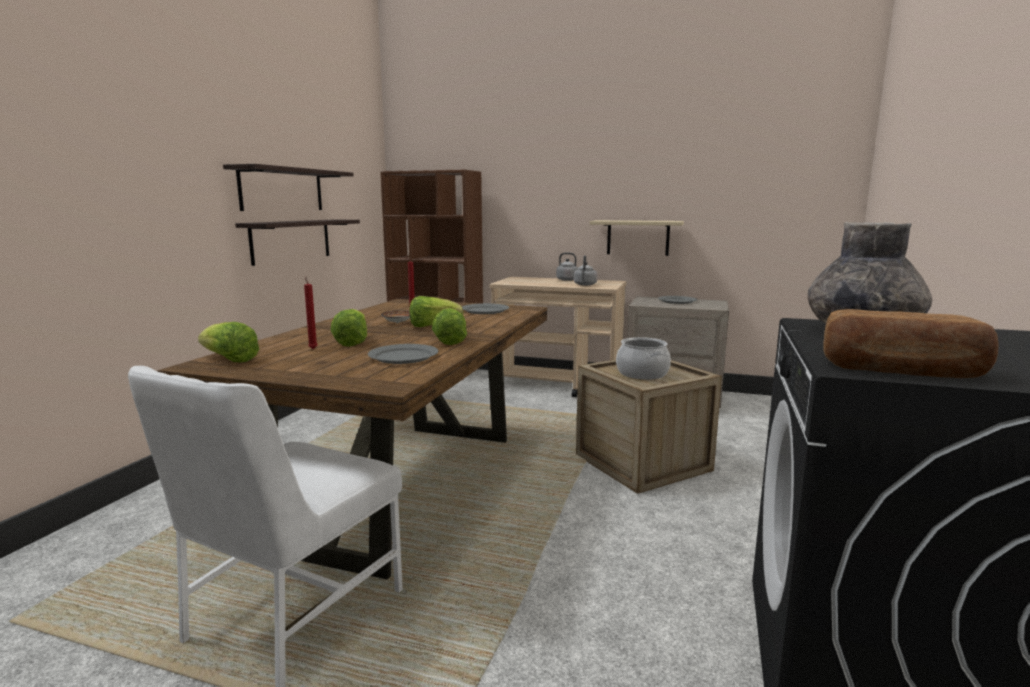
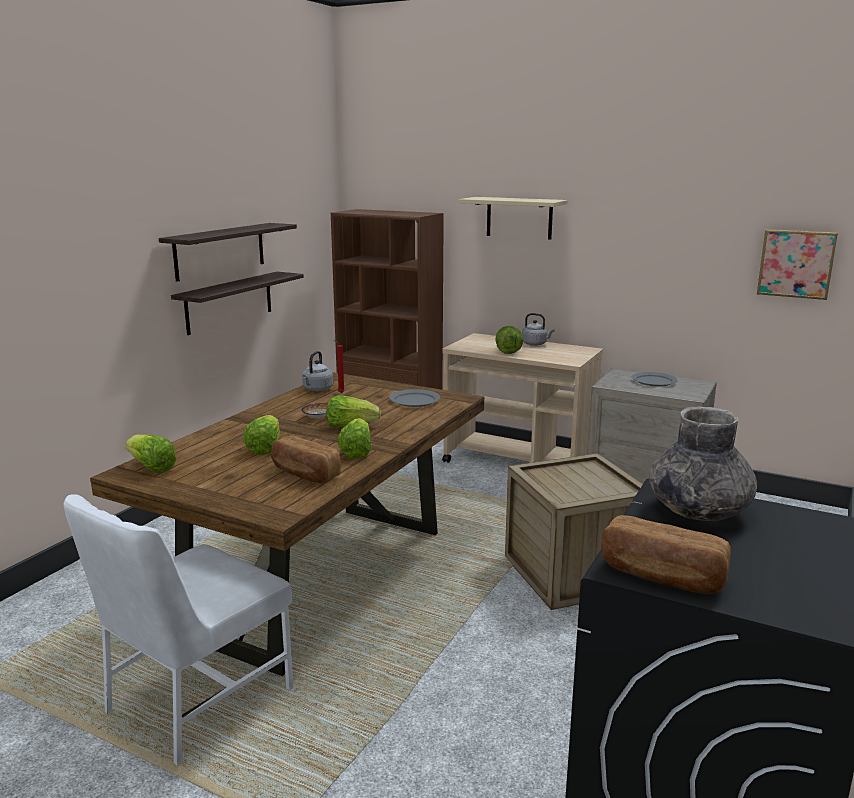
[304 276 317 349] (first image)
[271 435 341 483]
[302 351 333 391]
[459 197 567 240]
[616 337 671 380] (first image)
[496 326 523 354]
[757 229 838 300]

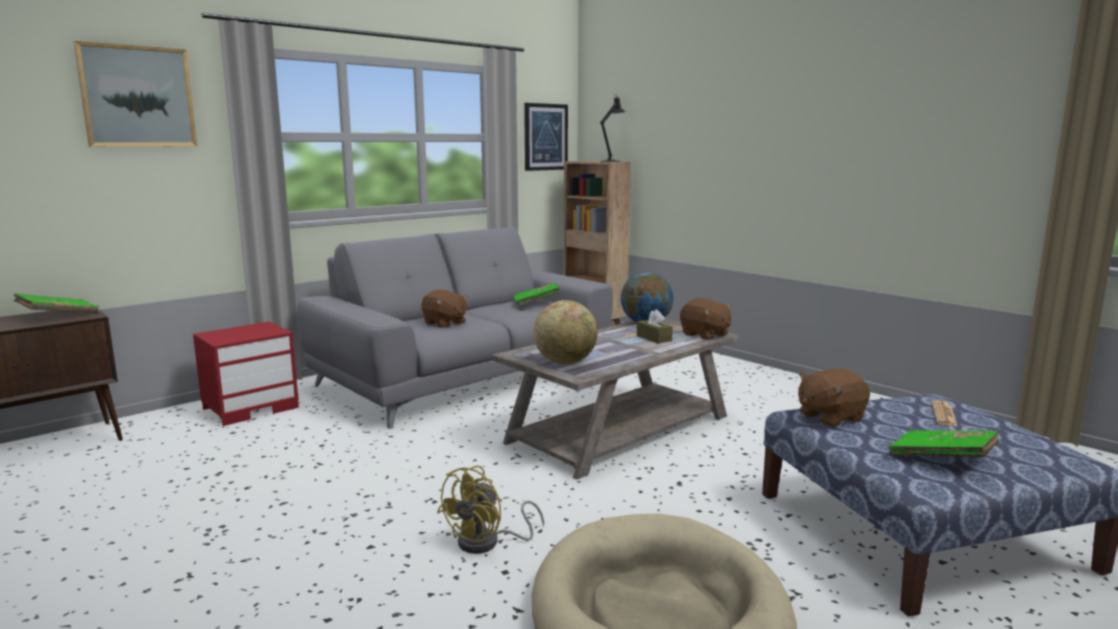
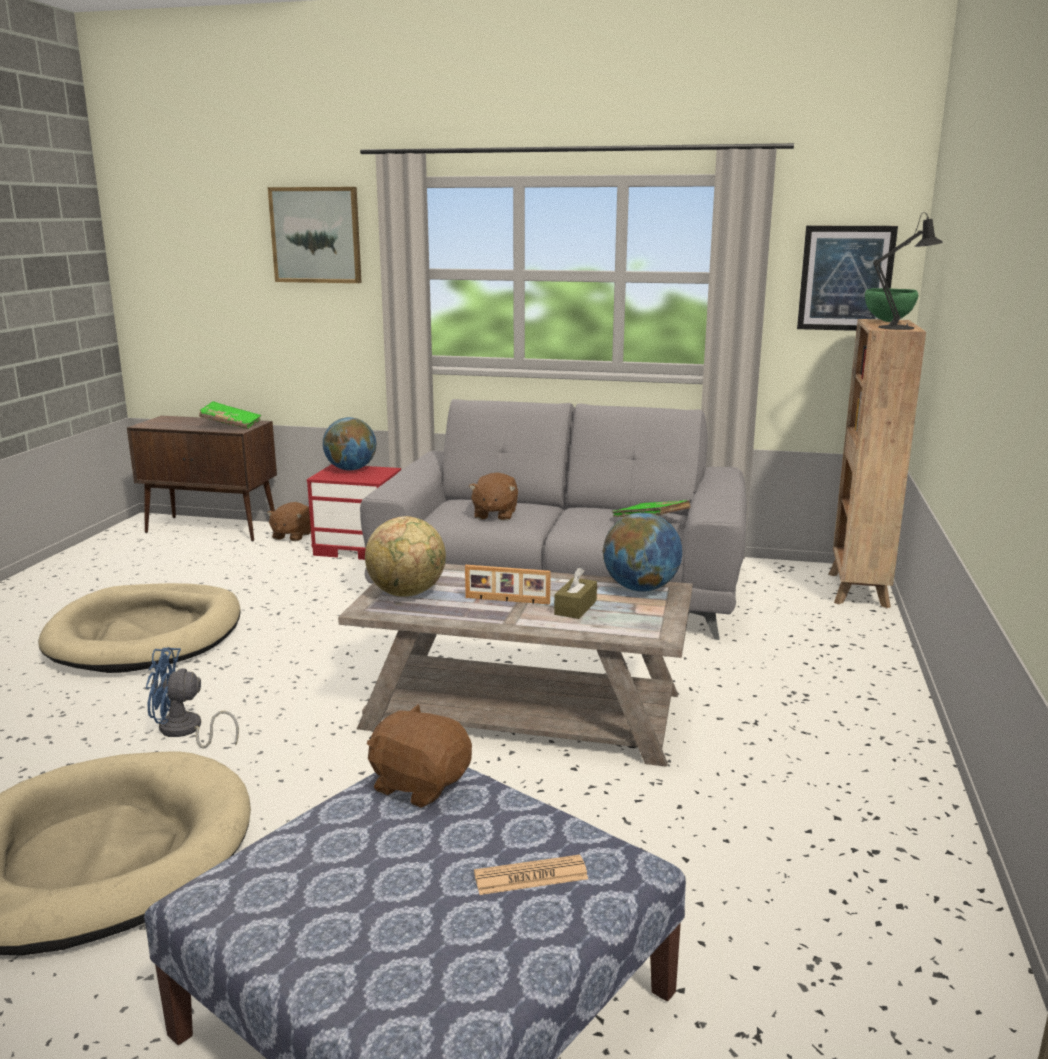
[146 647 239 748]
[267 502 311 541]
[888 430 999 458] (first image)
[38 583 240 673]
[323 417 376 471]
[465 565 551 605]
[865 288 918 322]

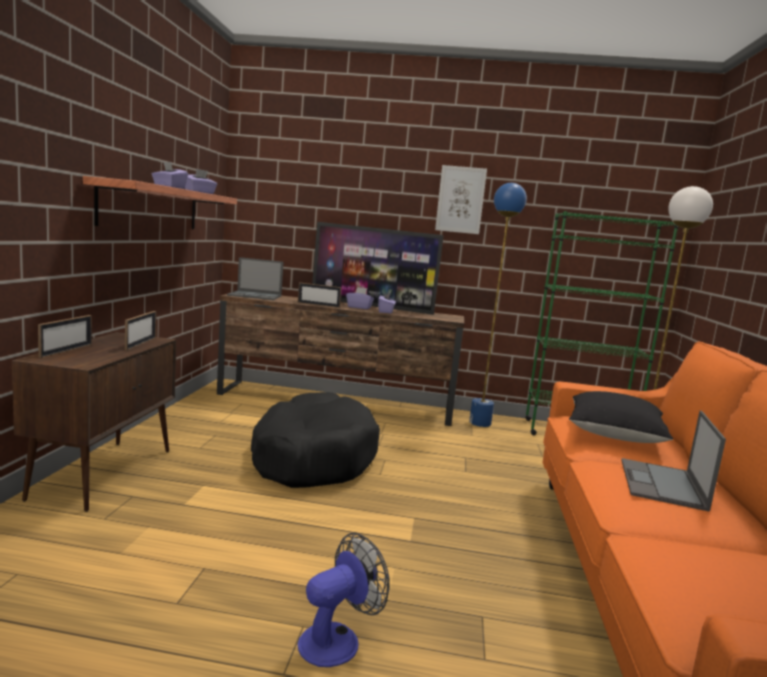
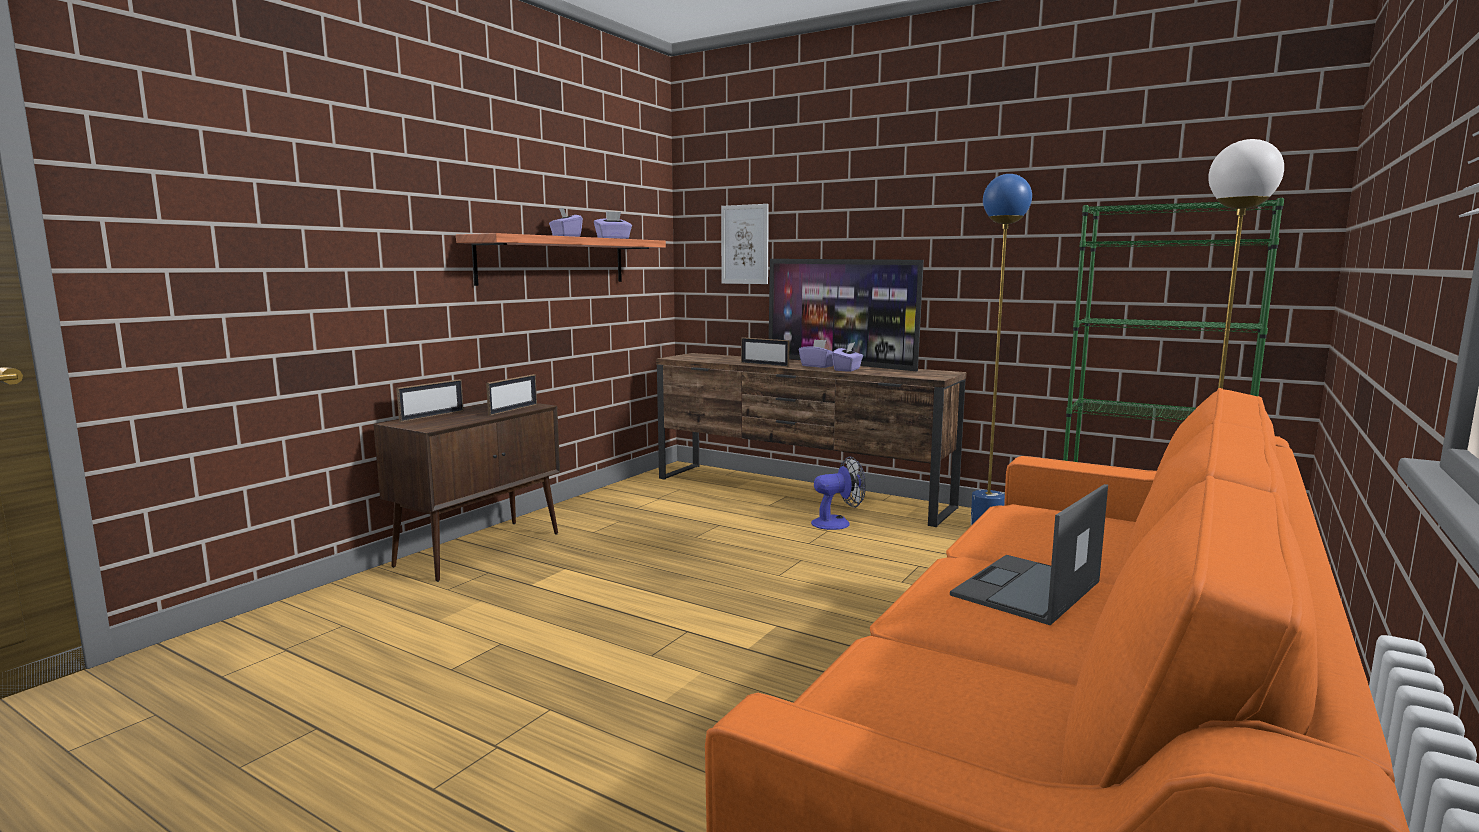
[227 257 283 300] (first image)
[251 392 380 488] (first image)
[811 456 866 530]
[721 204 769 284]
[569 391 673 443] (first image)

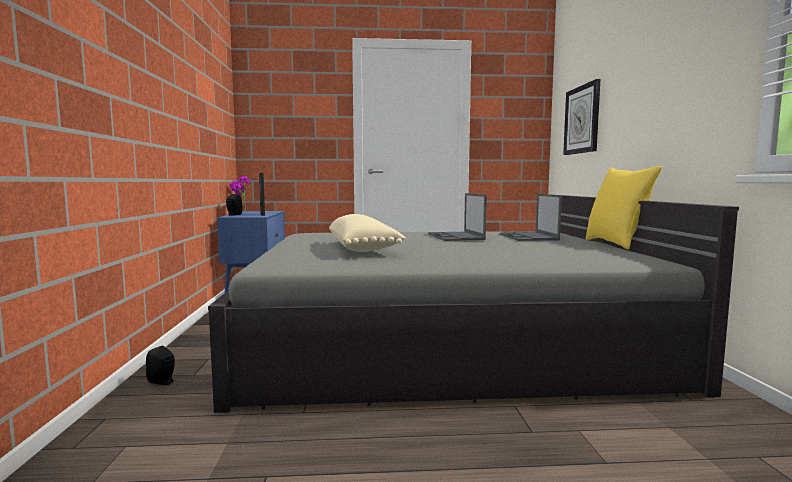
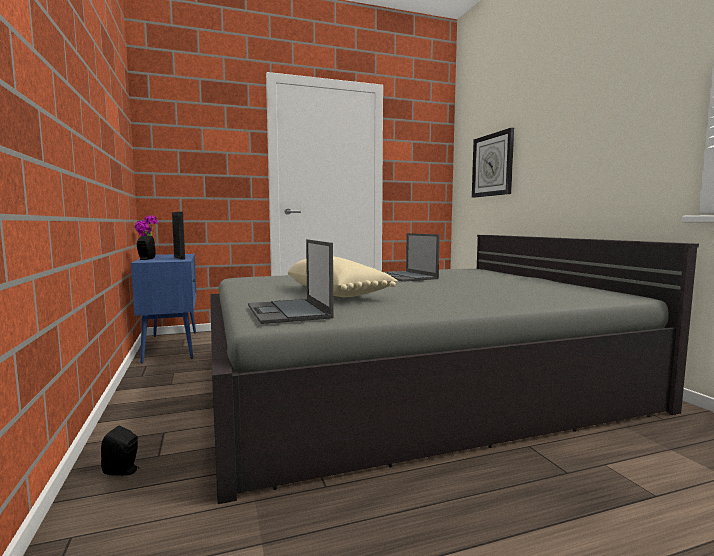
[248 239 334 324]
[586 166 662 249] (first image)

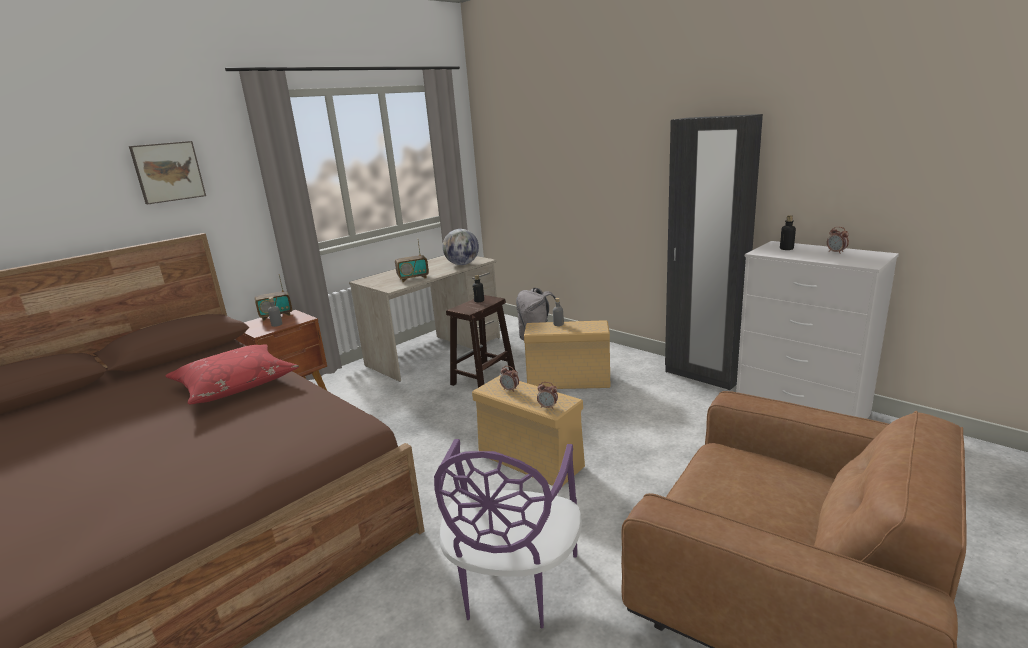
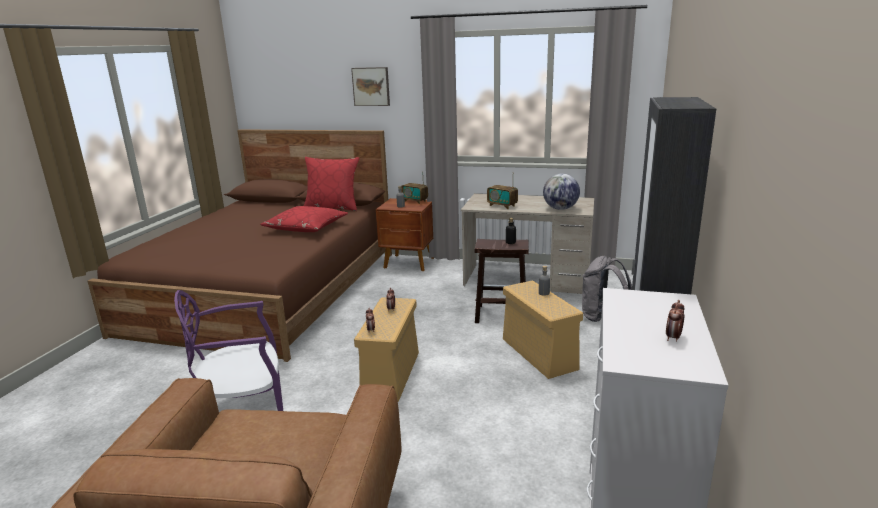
[780 215 796 250] (first image)
[303 157 359 211]

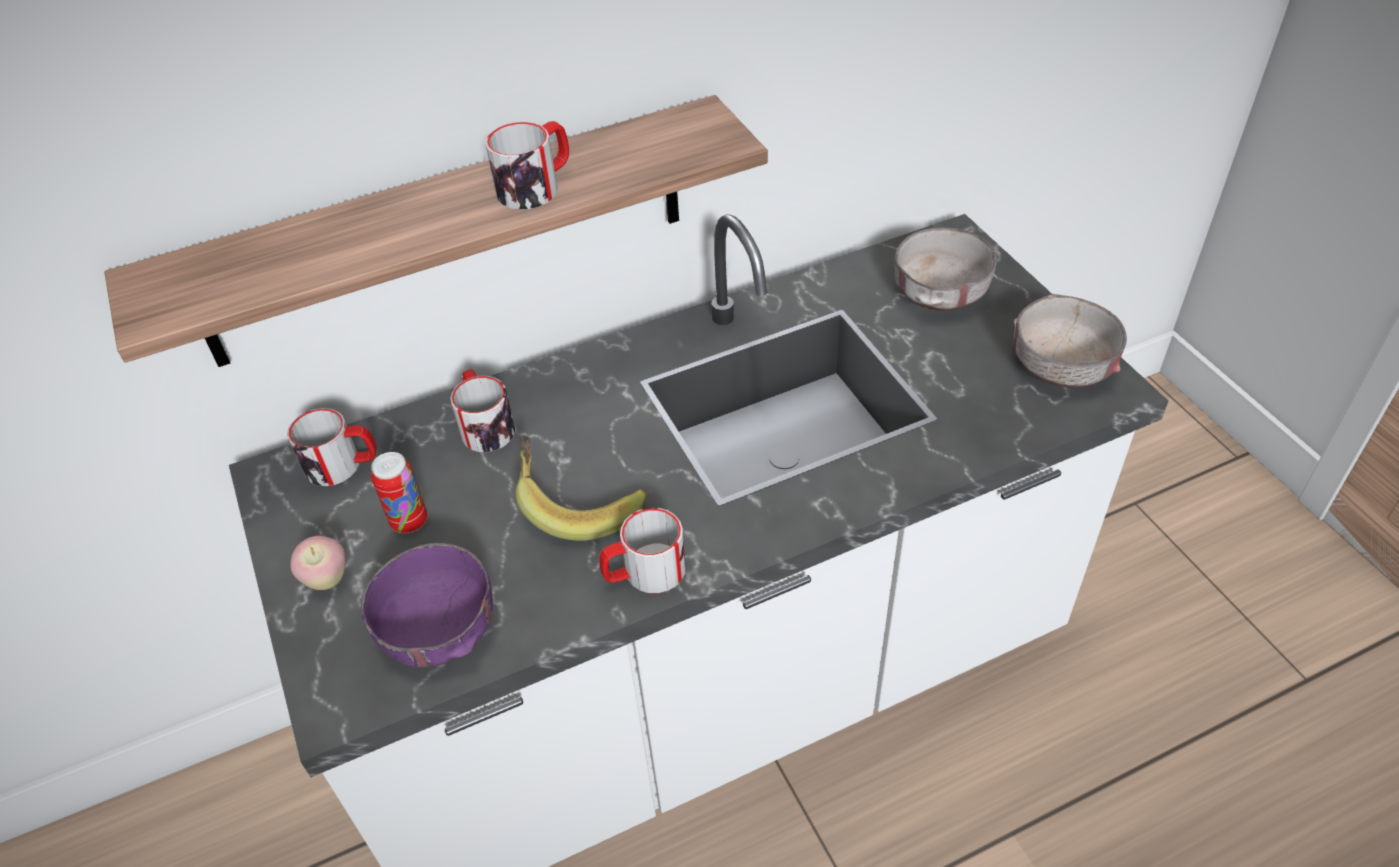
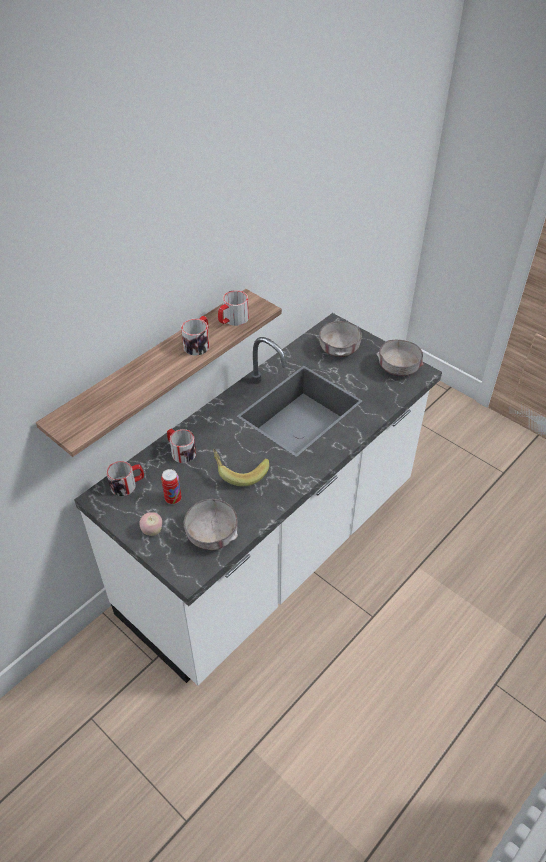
[184 499 238 550]
[218 290 249 326]

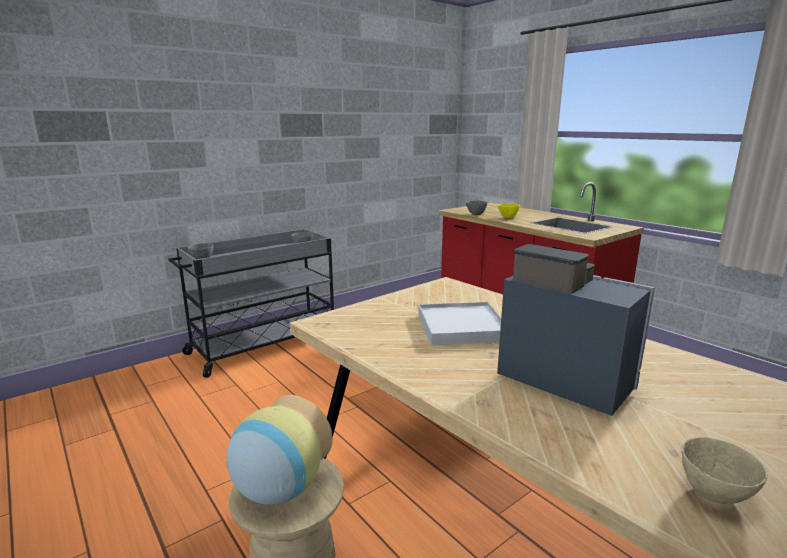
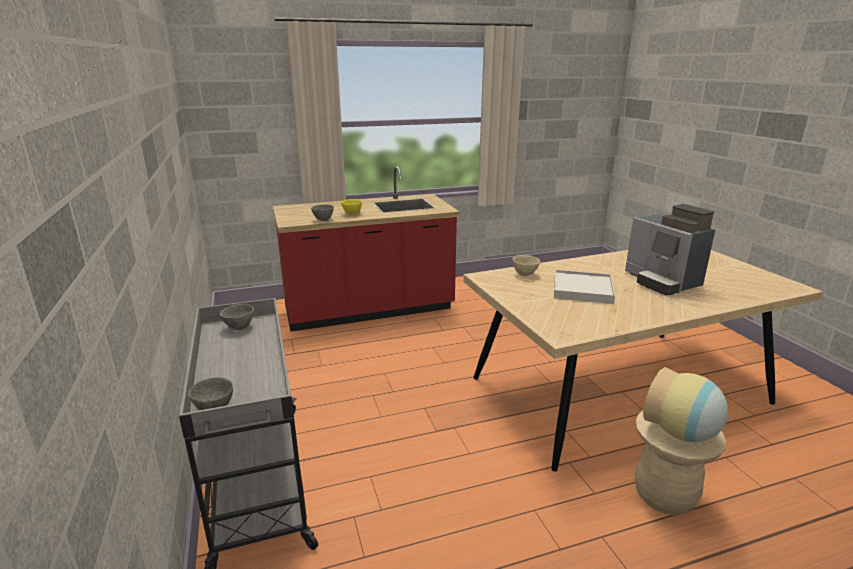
[625 204 715 296]
[513 255 540 276]

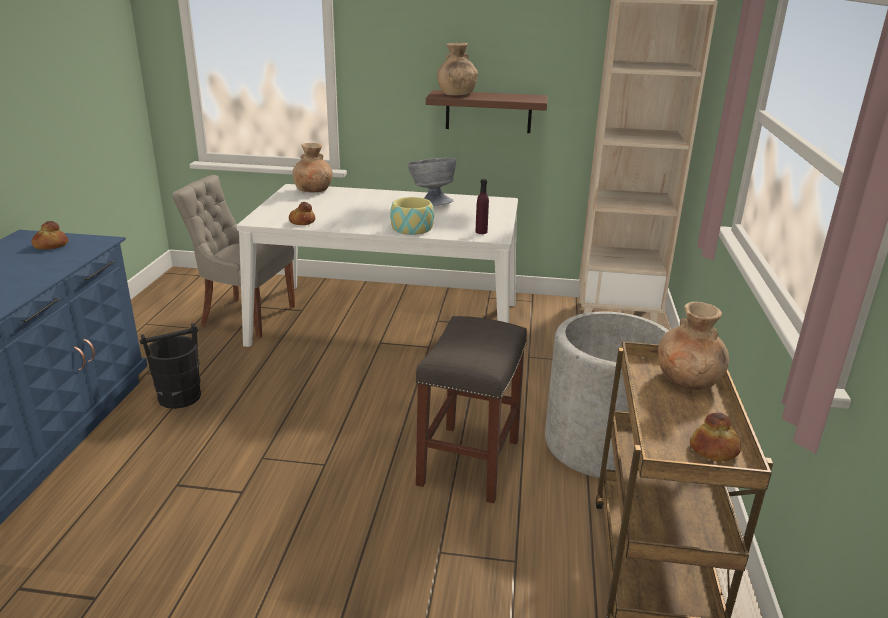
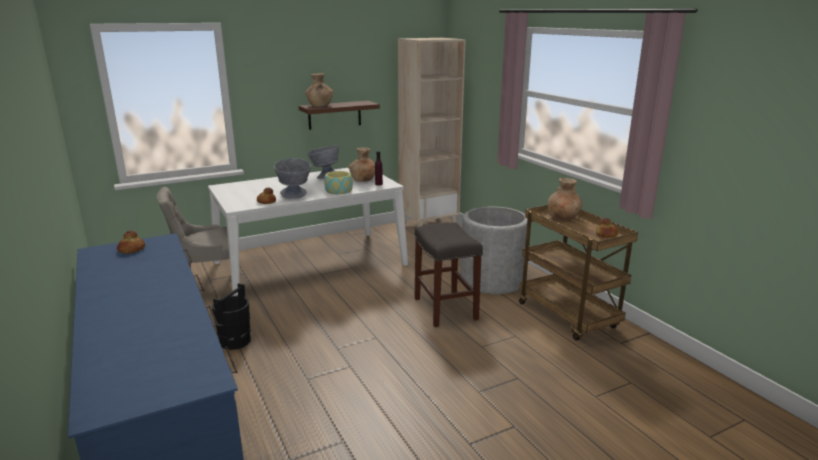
[348 147 375 182]
[274 158 311 199]

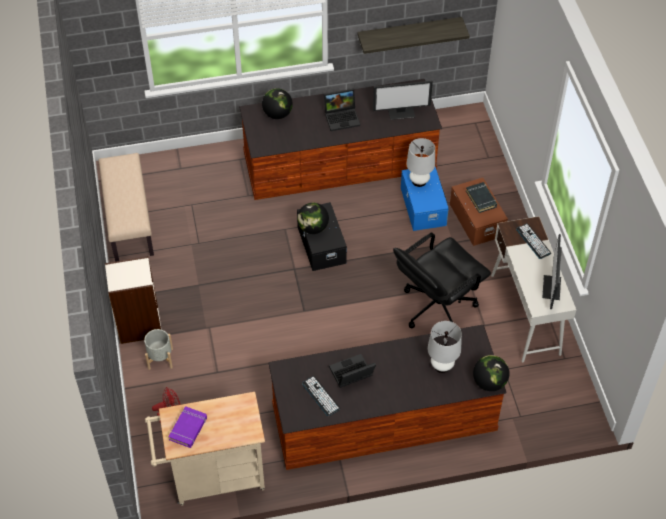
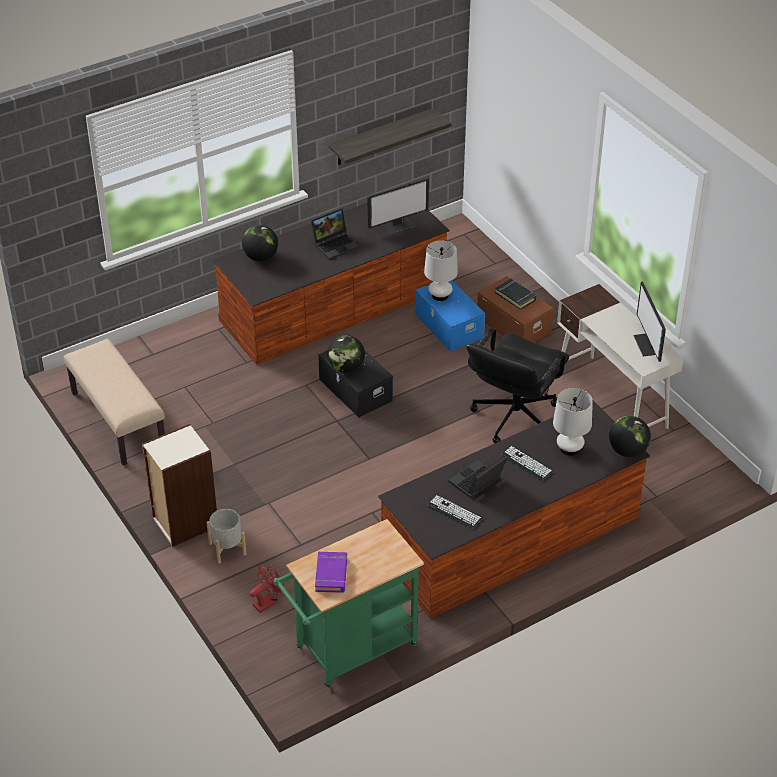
[273 519 424 689]
[501 446 553 481]

